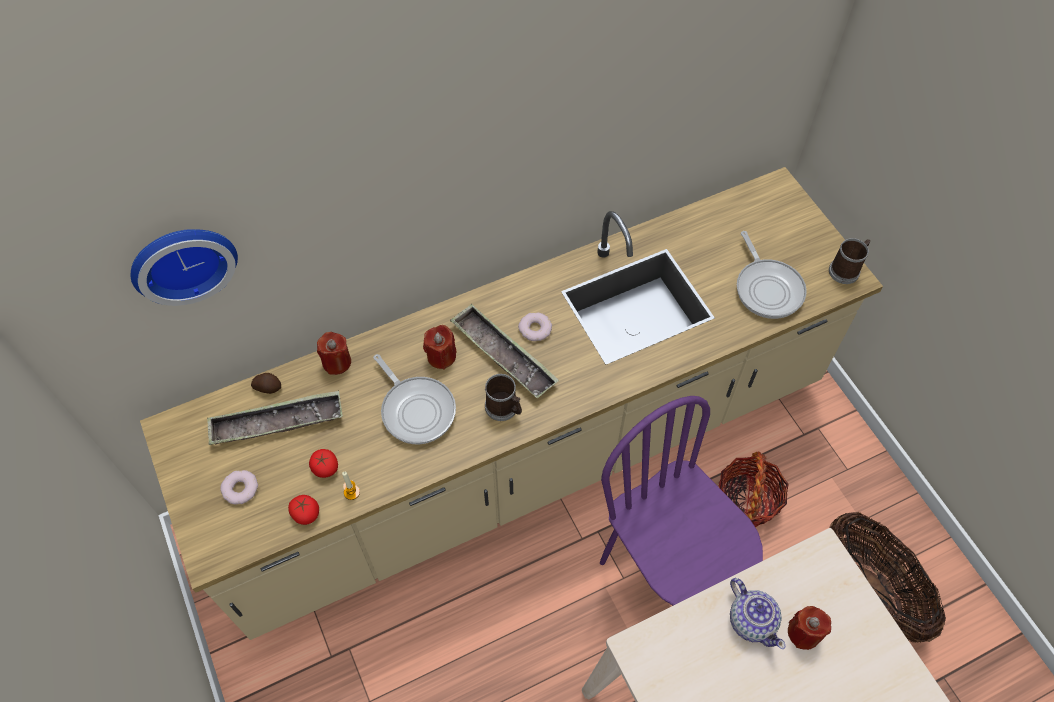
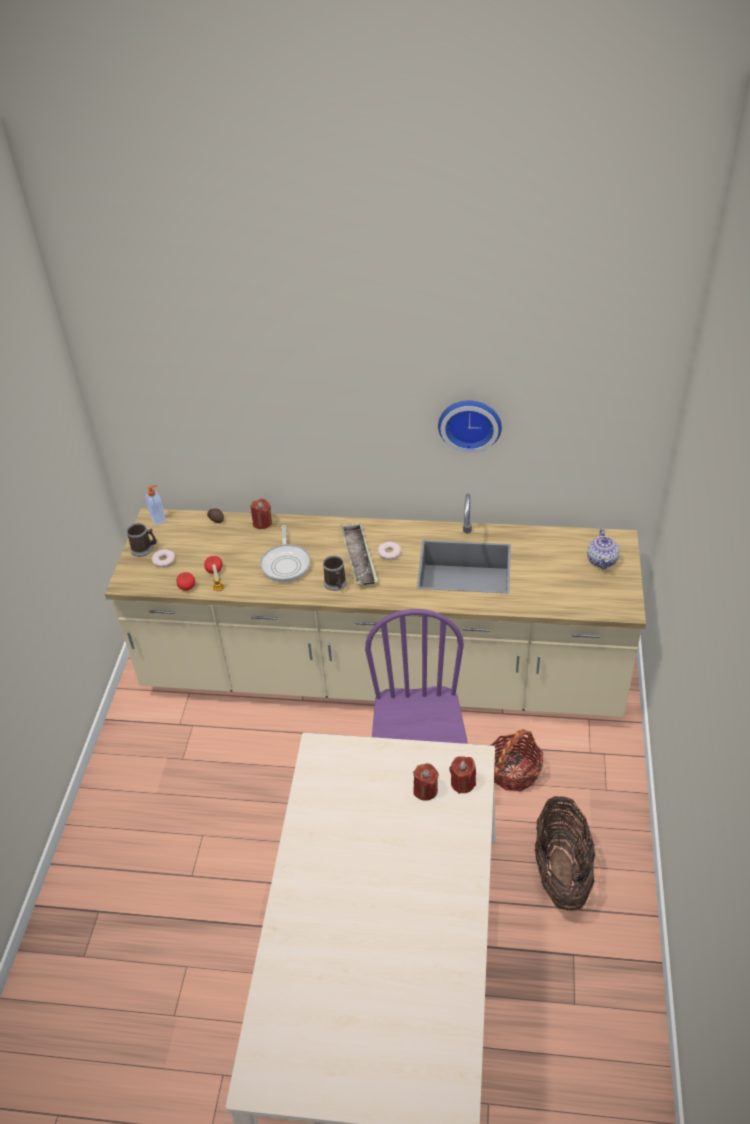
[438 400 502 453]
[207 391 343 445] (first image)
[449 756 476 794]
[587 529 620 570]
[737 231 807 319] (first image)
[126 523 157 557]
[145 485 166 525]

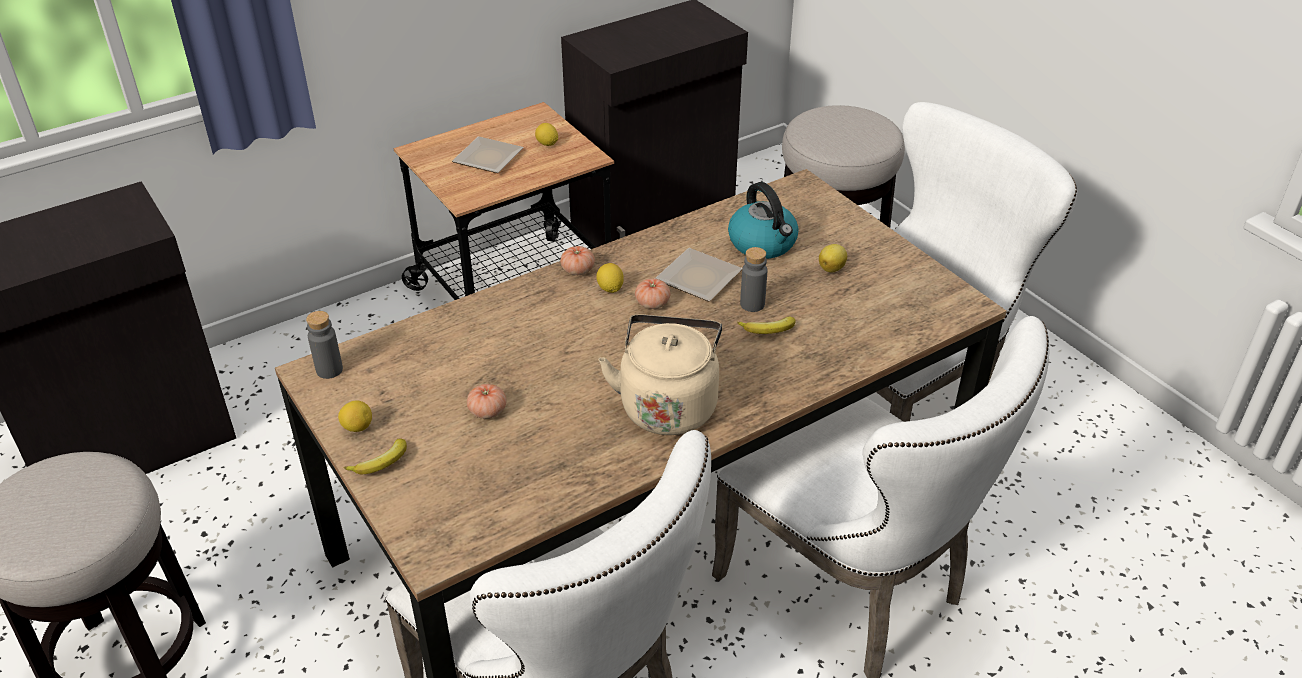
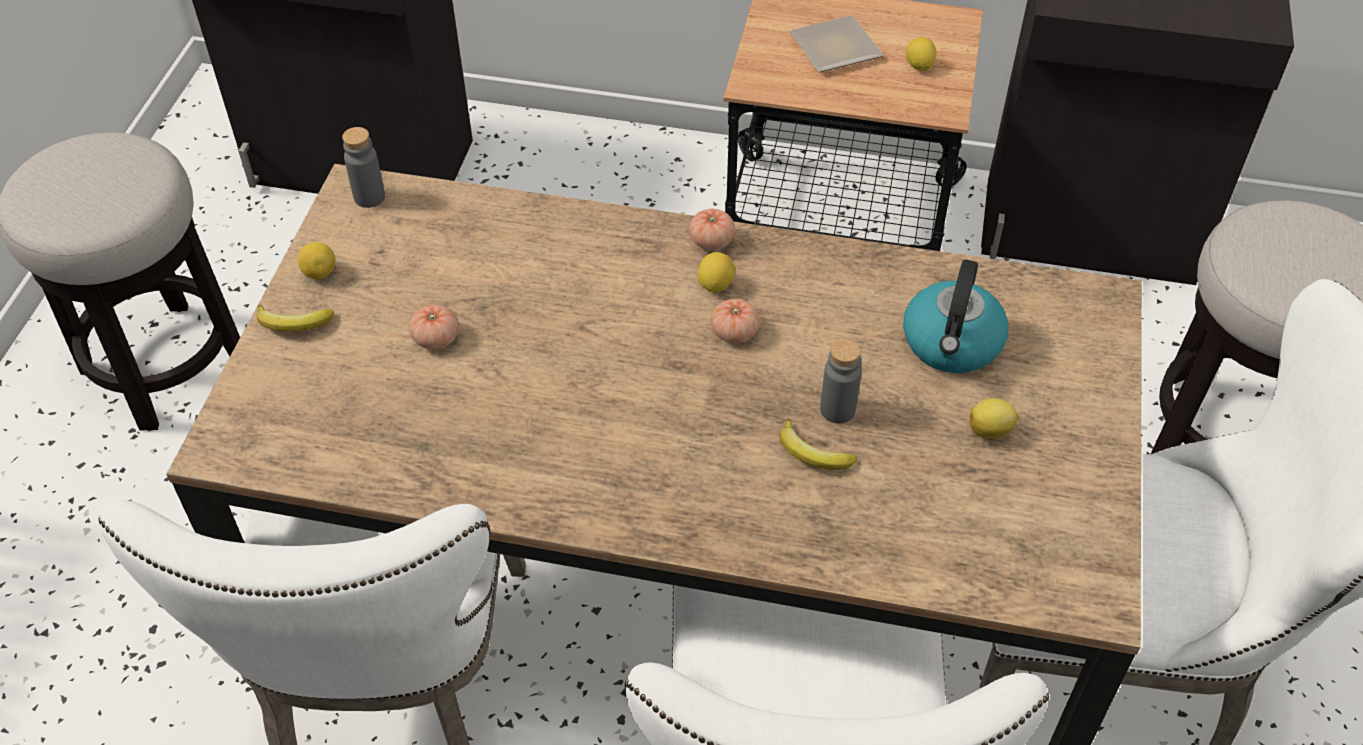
[599 314 722 435] (first image)
[655 248 742 301] (first image)

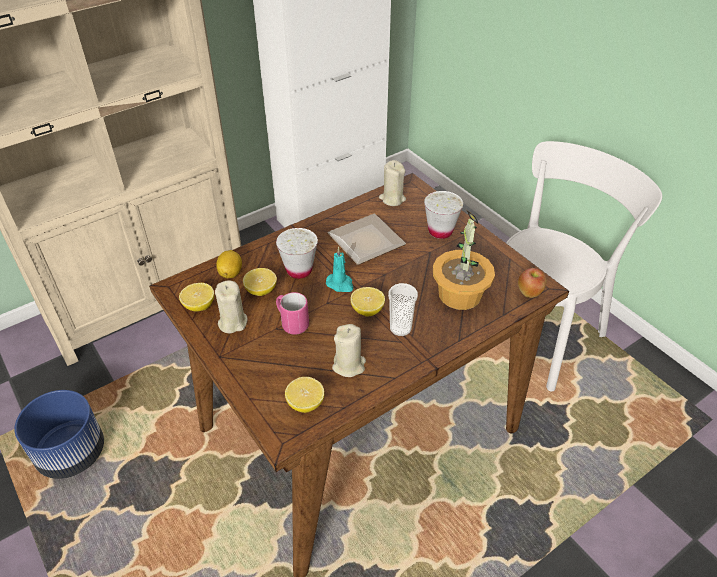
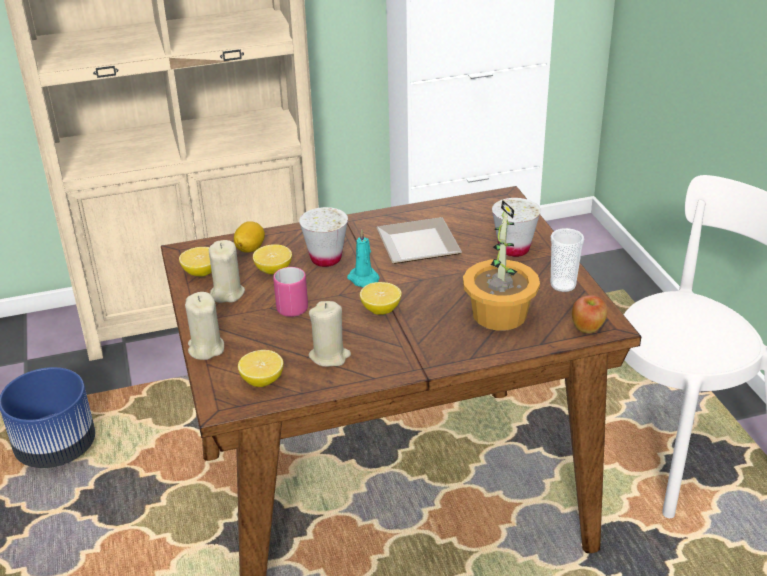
[185 292 224 360]
[551 228 584 292]

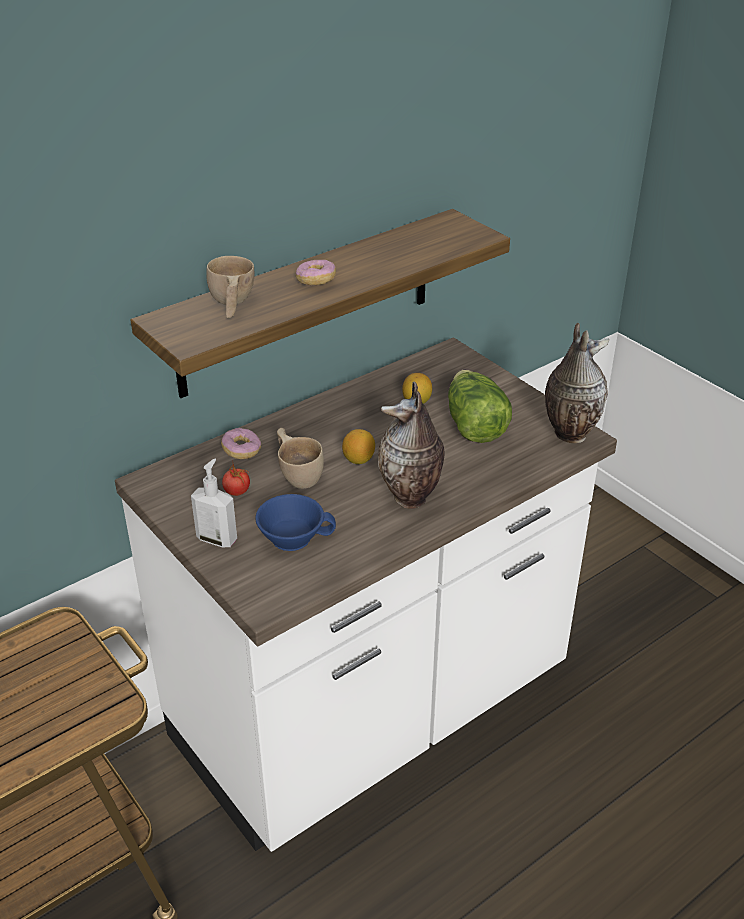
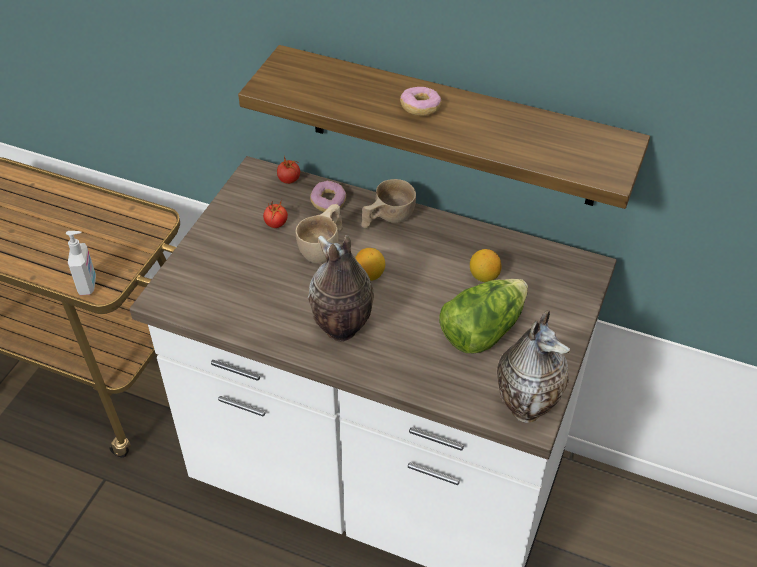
[66 231 96 295]
[361 179 416 228]
[255 494 336 551] (first image)
[277 156 300 184]

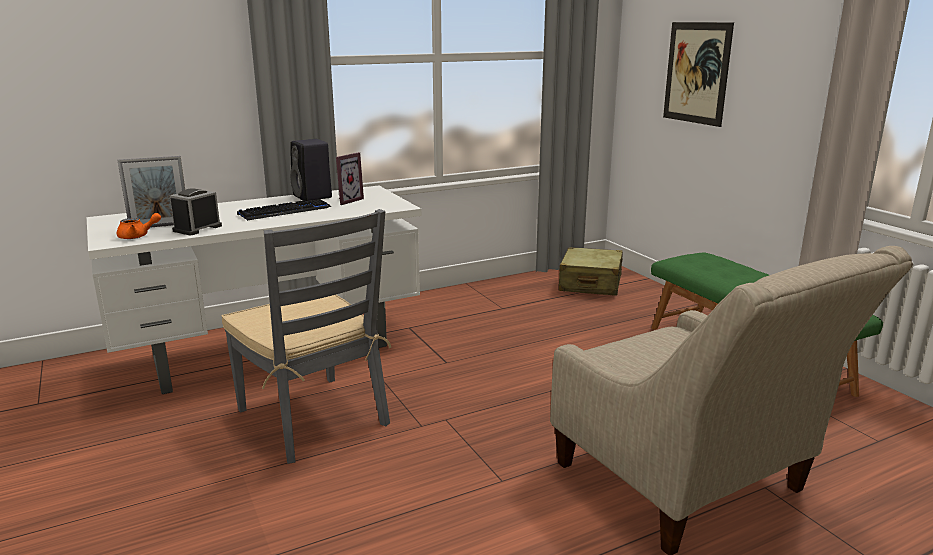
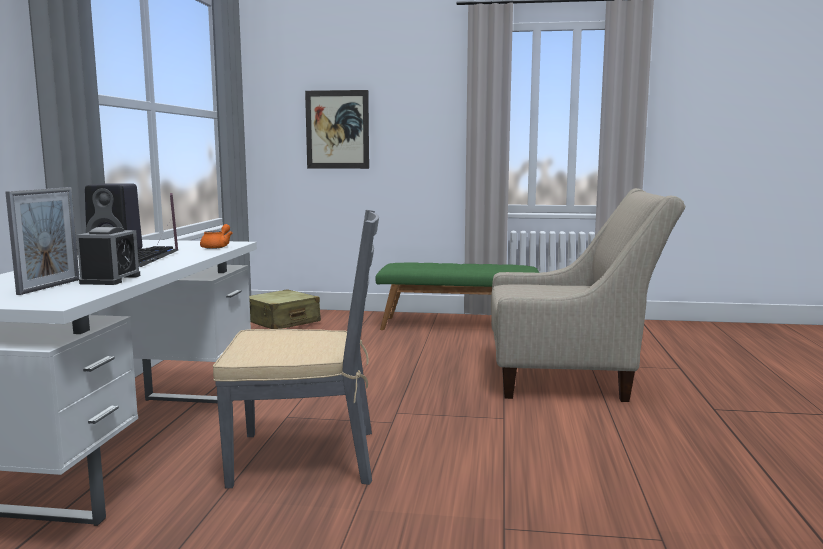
[200 224 233 249]
[76 227 140 285]

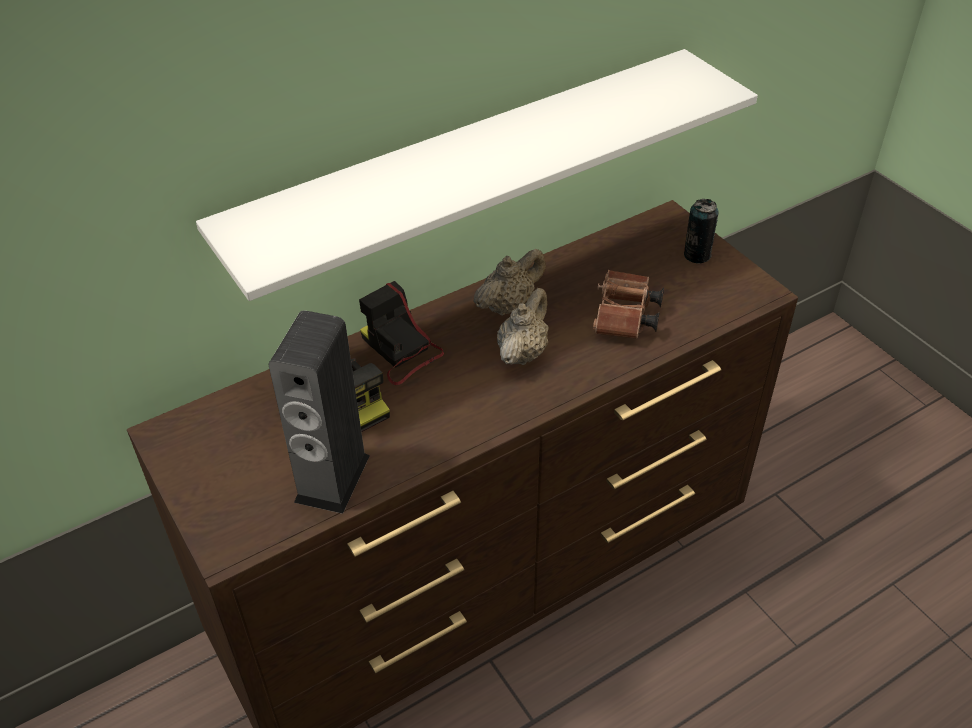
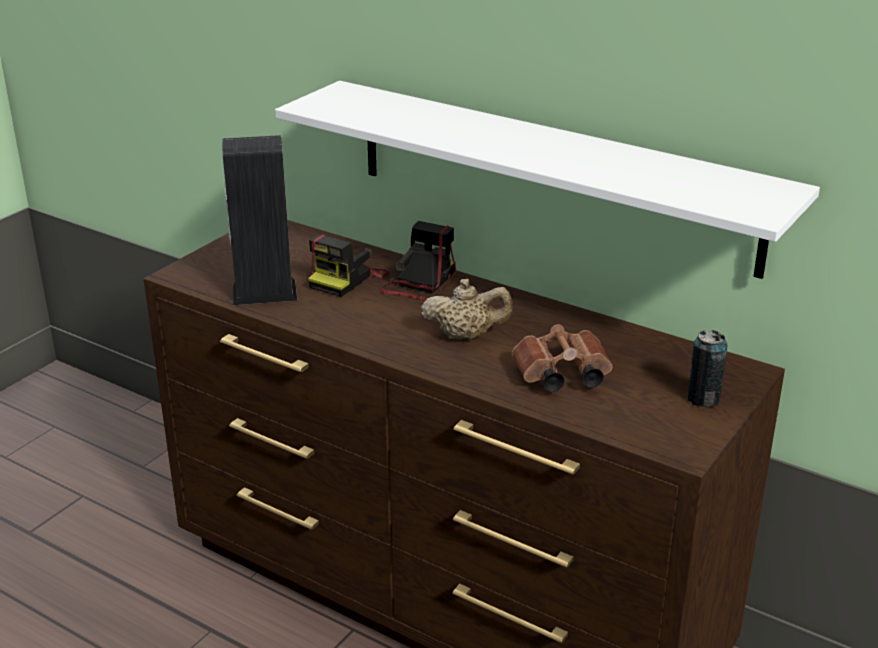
[474 249 546 316] (first image)

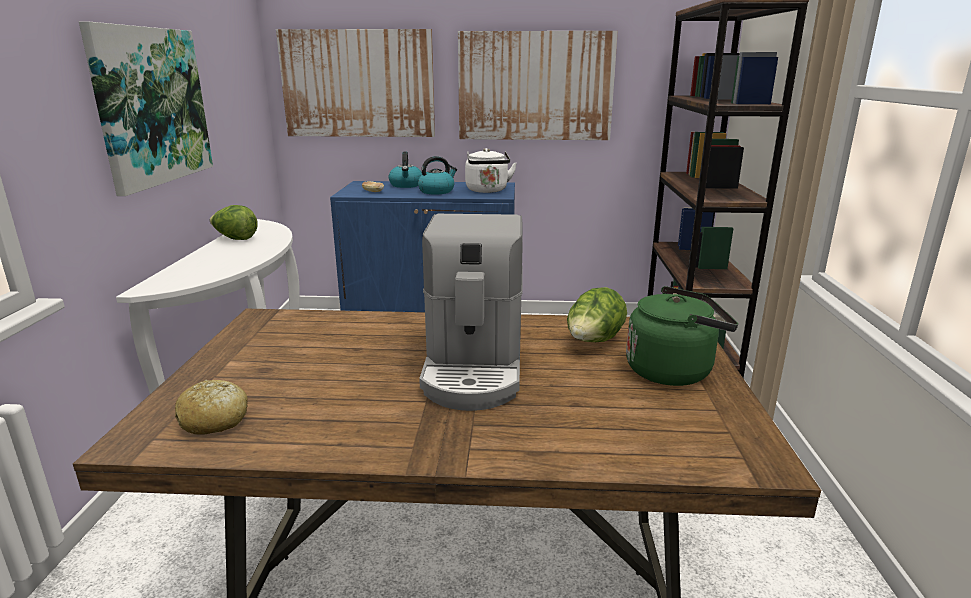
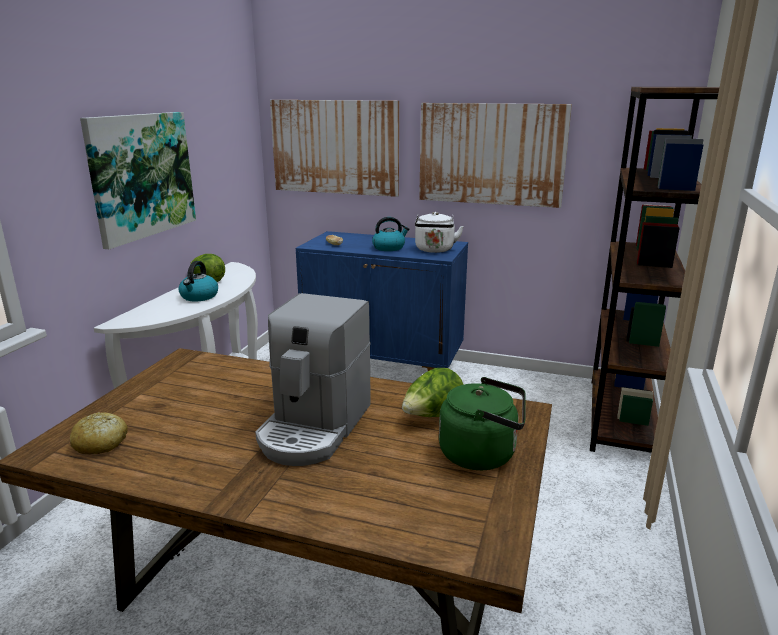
[178 261 218 301]

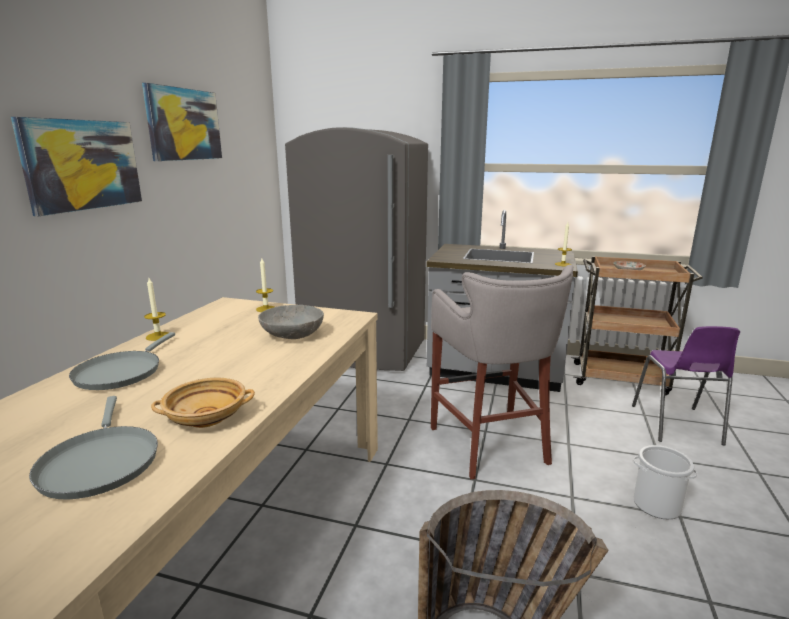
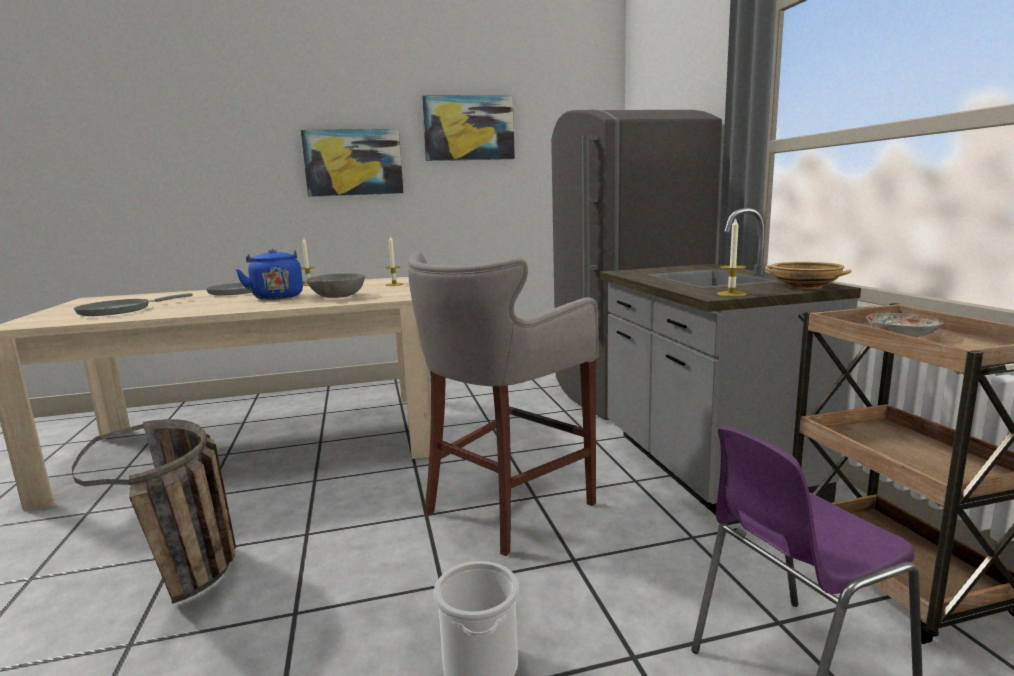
[765 262 852 289]
[236 249 303 300]

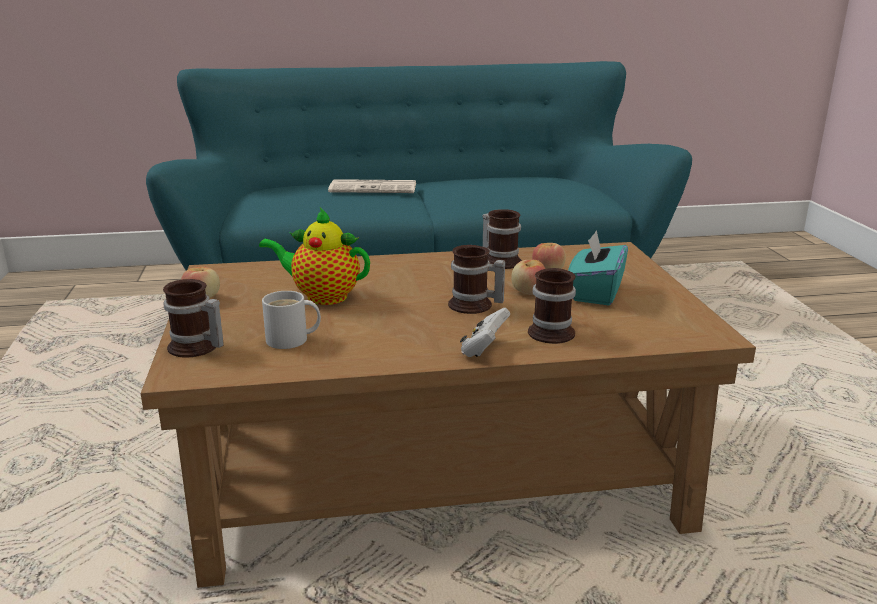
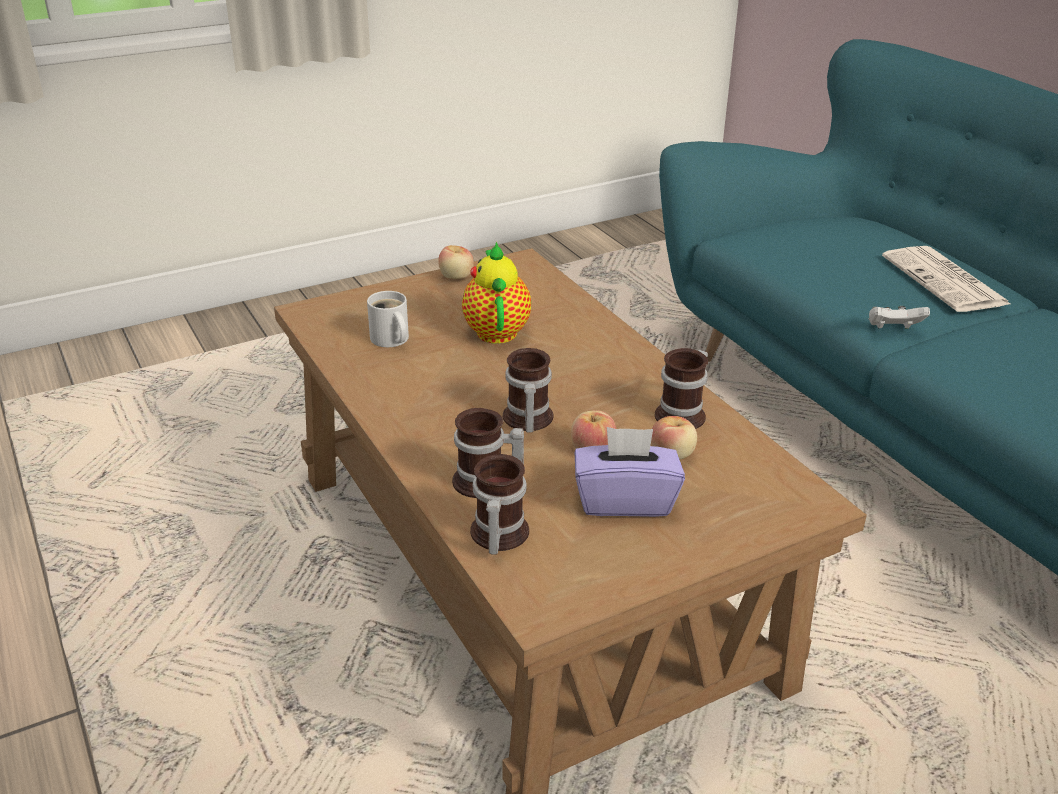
[470 454 529 555]
[869 306 930 328]
[575 427 685 517]

